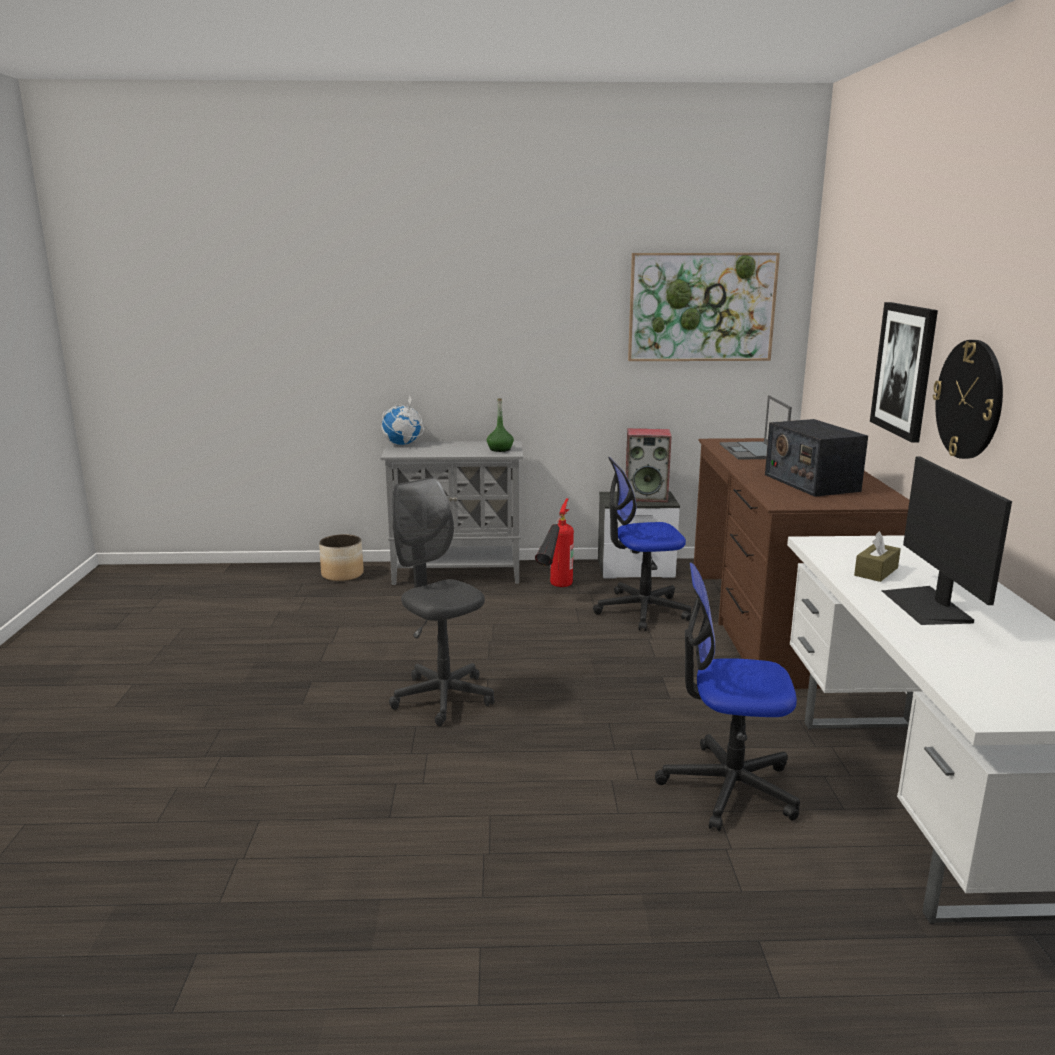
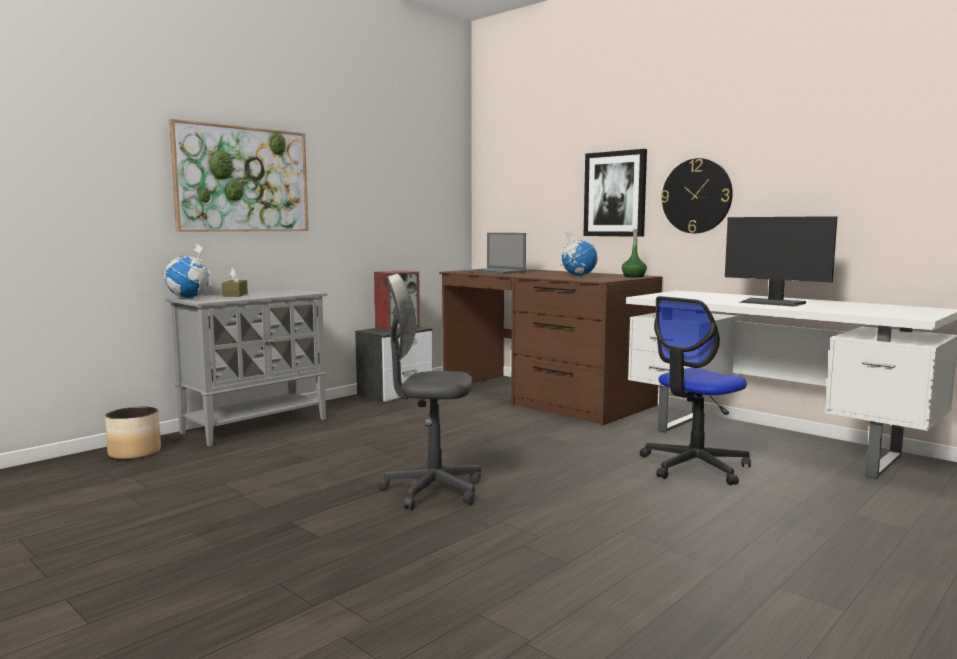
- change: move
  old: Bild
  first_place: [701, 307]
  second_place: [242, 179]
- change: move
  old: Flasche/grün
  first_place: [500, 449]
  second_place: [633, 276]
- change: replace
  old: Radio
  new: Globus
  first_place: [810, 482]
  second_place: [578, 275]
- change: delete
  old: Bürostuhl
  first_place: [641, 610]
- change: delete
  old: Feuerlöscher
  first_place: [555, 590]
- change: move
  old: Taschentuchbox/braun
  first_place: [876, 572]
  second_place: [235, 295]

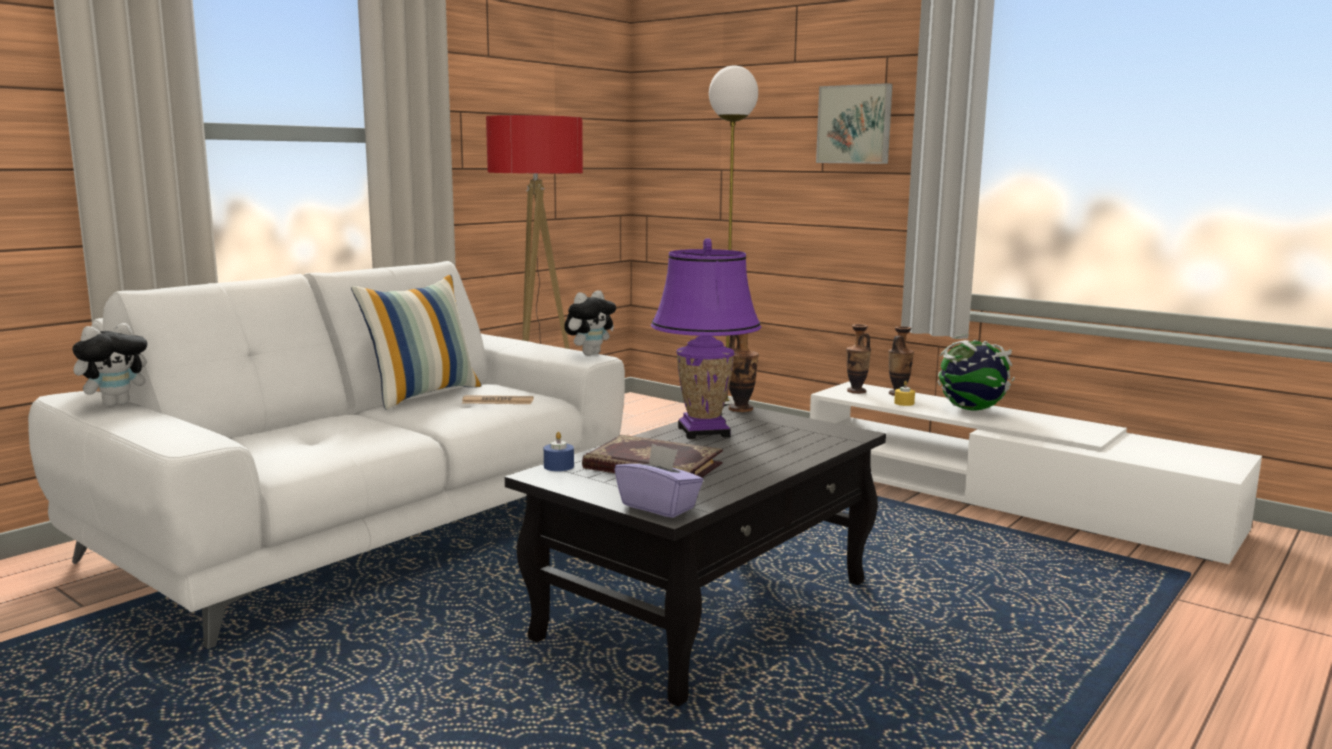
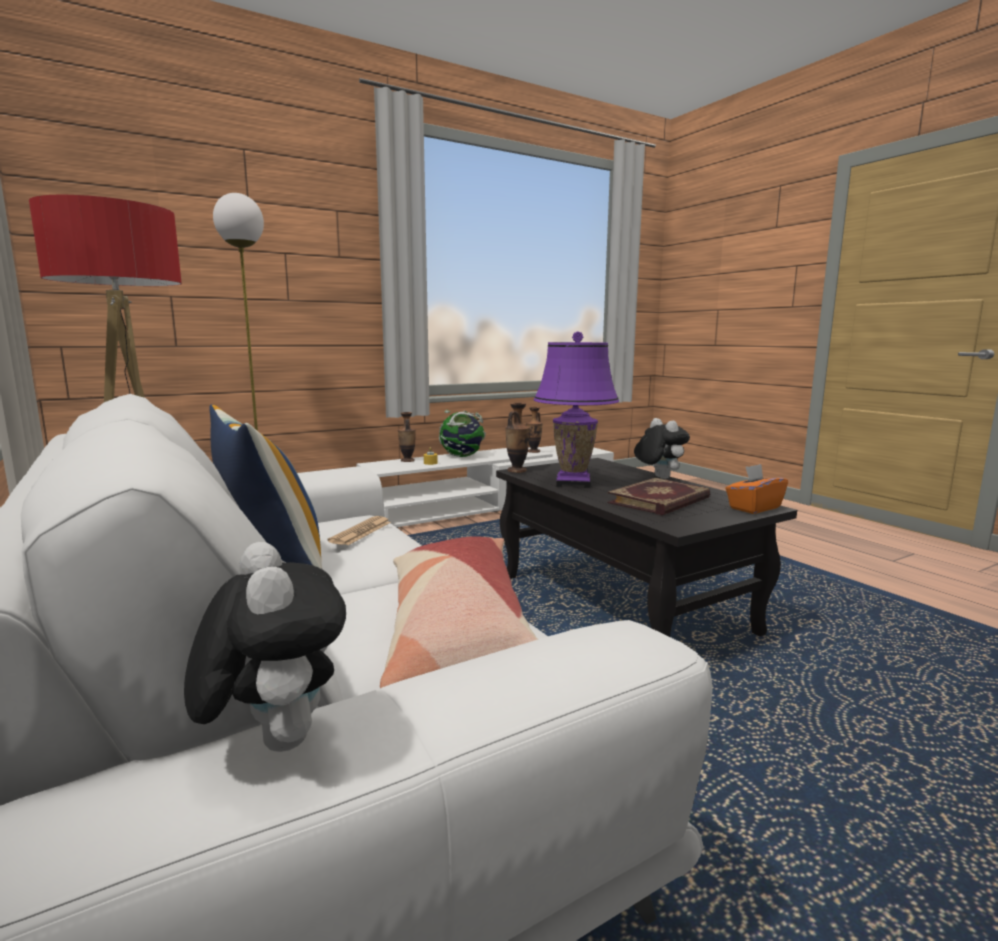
- change: delete
  old: Bild
  first_place: [855, 124]
- change: move
  old: Plüschtier
  first_place: [590, 354]
  second_place: [658, 477]
- change: move
  old: Vase
  first_place: [856, 391]
  second_place: [533, 451]
- change: delete
  old: Kerze/blau
  first_place: [558, 466]
- change: recolor
  old: Taschentuchbox/lila
  new: Taschentuchbox/orange
  first_place: [659, 506]
  second_place: [754, 508]
- change: insert
  new: Kissen
  second_place: [455, 629]

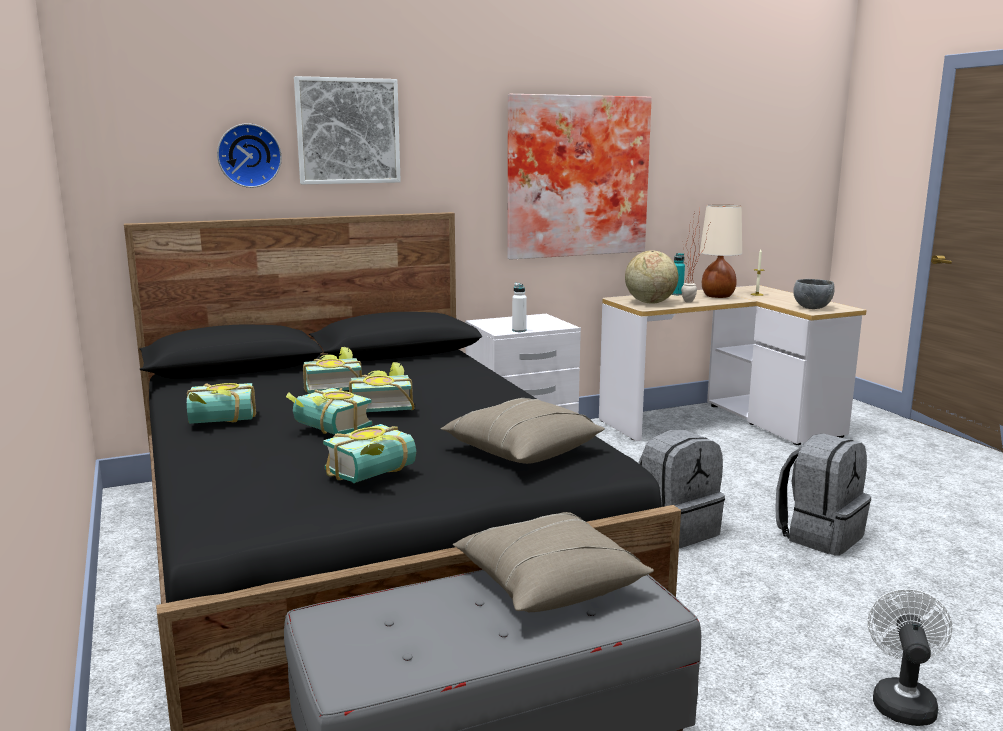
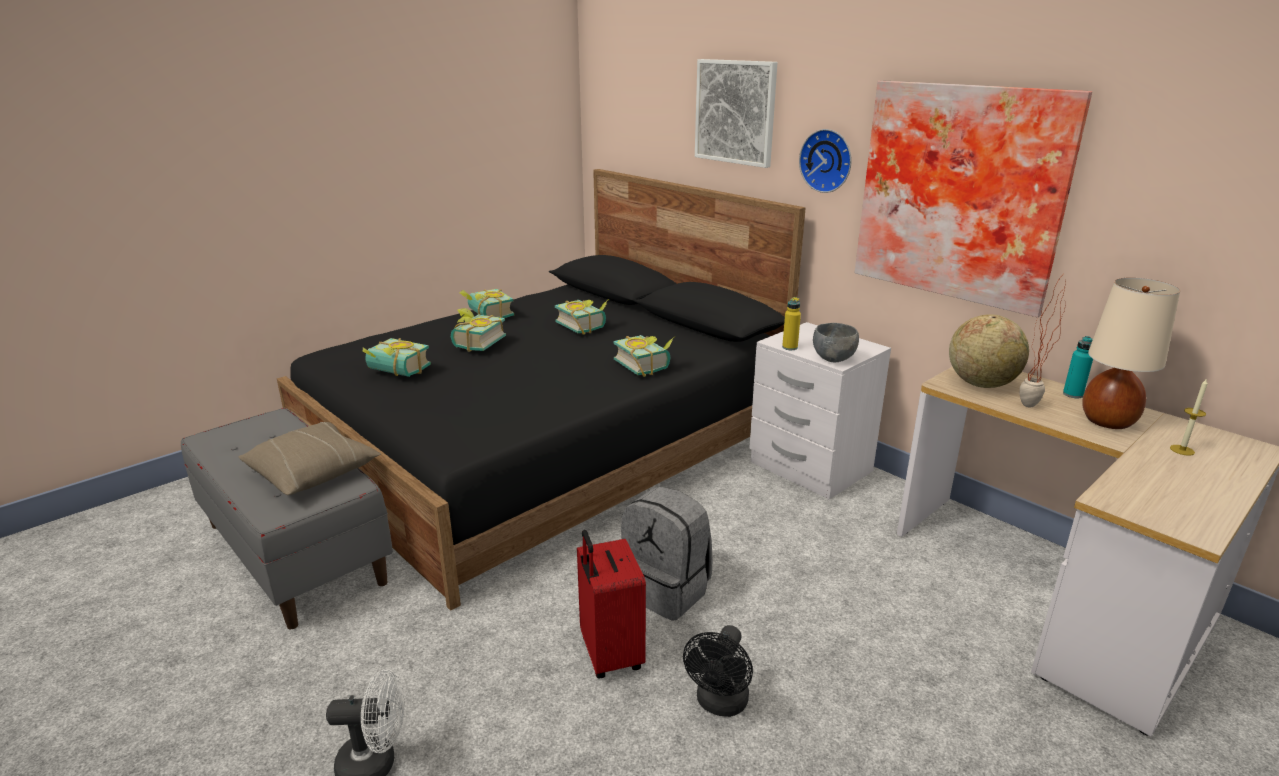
- change: move
  old: Wanduhr
  first_place: [249, 155]
  second_place: [827, 160]
- change: move
  old: Schüssel/grau
  first_place: [811, 307]
  second_place: [833, 359]
- change: recolor
  old: Flasche/weiß
  new: Flasche/gelb
  first_place: [519, 330]
  second_place: [789, 347]
- change: move
  old: Buch
  first_place: [381, 406]
  second_place: [646, 365]
- change: delete
  old: Kissen/beige
  first_place: [522, 450]
- change: replace
  old: Rucksack/grau
  new: Ventilator/schwarz
  first_place: [819, 535]
  second_place: [720, 704]
- change: insert
  new: Koffer/rot
  second_place: [609, 654]

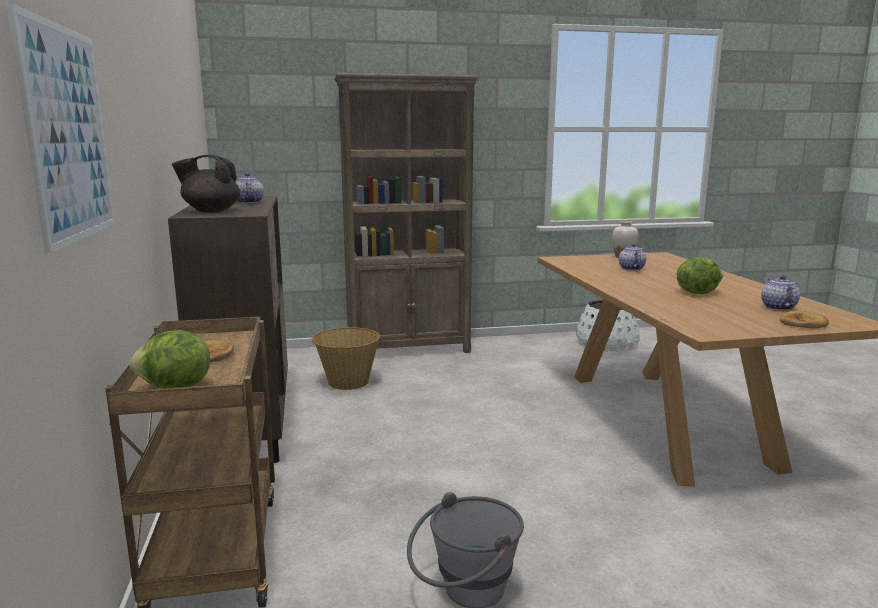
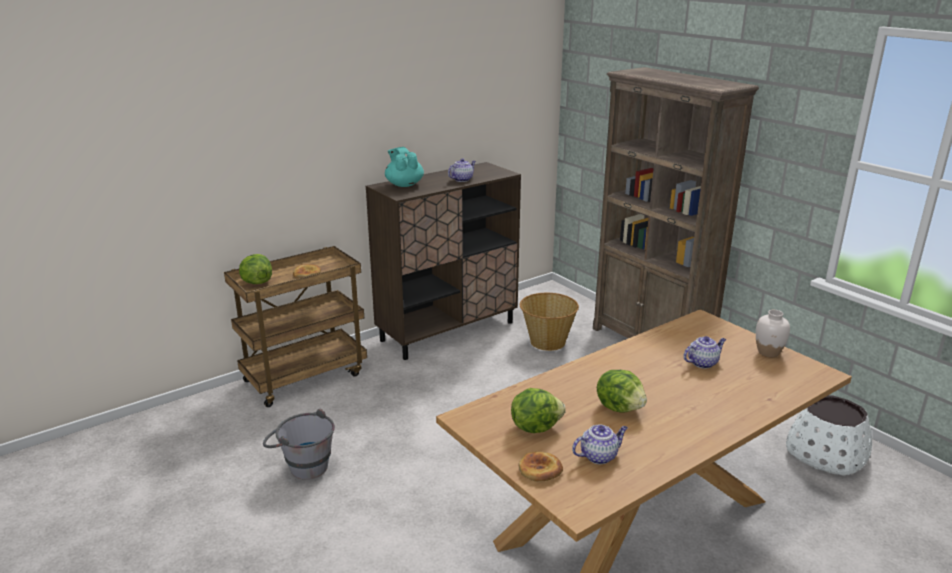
- change: delete
  old: Bild
  first_place: [68, 134]
- change: recolor
  old: Teekanne/schwarz
  new: Teekanne/türkis
  first_place: [211, 211]
  second_place: [404, 184]
- change: insert
  new: Salatkopf
  second_place: [535, 427]

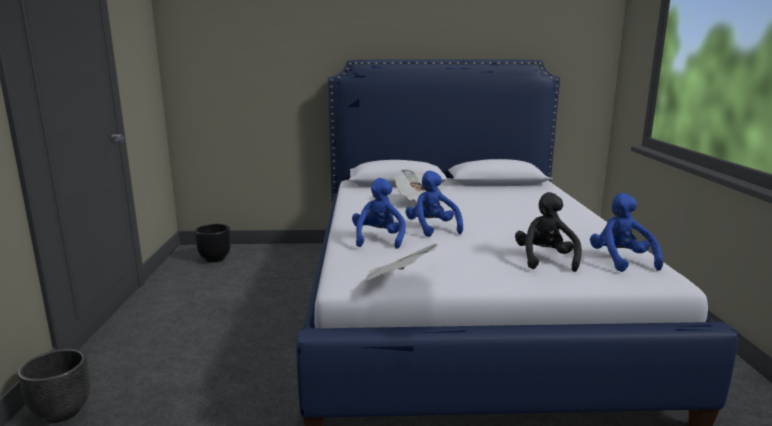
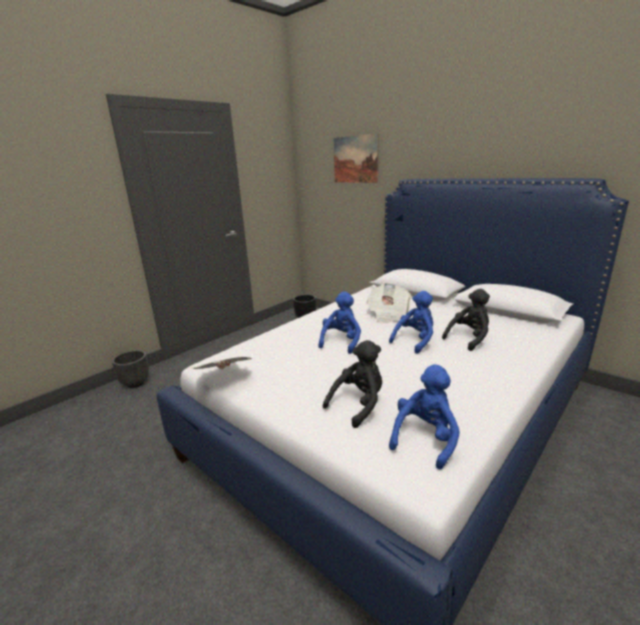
- change: move
  old: Plüschtier/blau
  first_place: [378, 239]
  second_place: [415, 341]
- change: insert
  new: Bild
  second_place: [355, 159]
- change: insert
  new: Plüschtier/schwarz
  second_place: [469, 338]

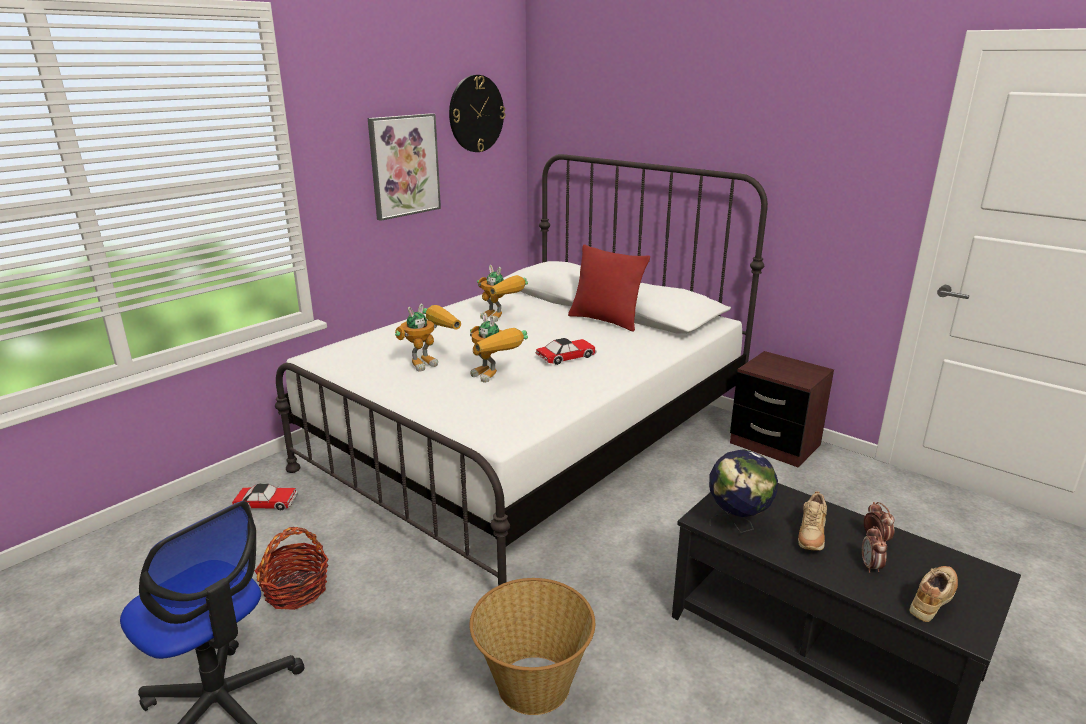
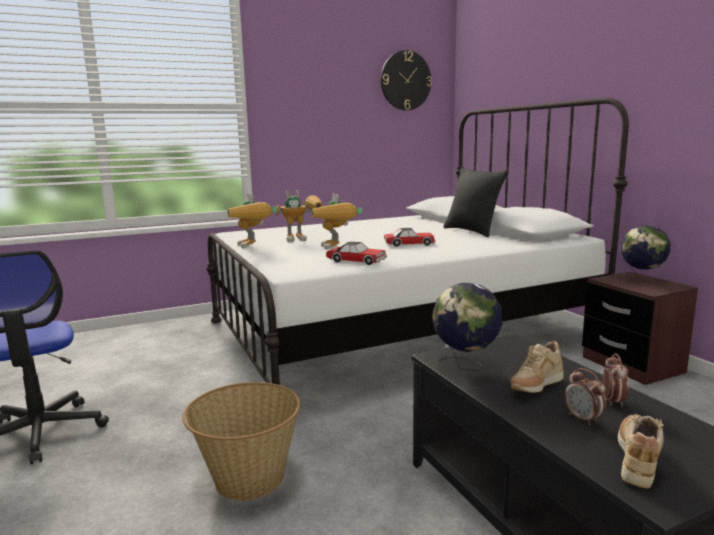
- change: delete
  old: Bild
  first_place: [404, 165]
- change: recolor
  old: Kissen/rot
  new: Kissen/schwarz
  first_place: [605, 320]
  second_place: [472, 231]
- change: move
  old: Spielzeugroboter
  first_place: [501, 319]
  second_place: [253, 247]
- change: move
  old: Spielzeugauto
  first_place: [266, 503]
  second_place: [357, 261]
- change: rotate
  old: Wecker
  first_place: [870, 566]
  second_place: [583, 419]
  degrees: -60
- change: delete
  old: Korb
  first_place: [296, 590]
- change: rotate
  old: Schuh/beige
  first_place: [933, 601]
  second_place: [637, 460]
  degrees: -45
- change: insert
  new: Globus
  second_place: [641, 280]

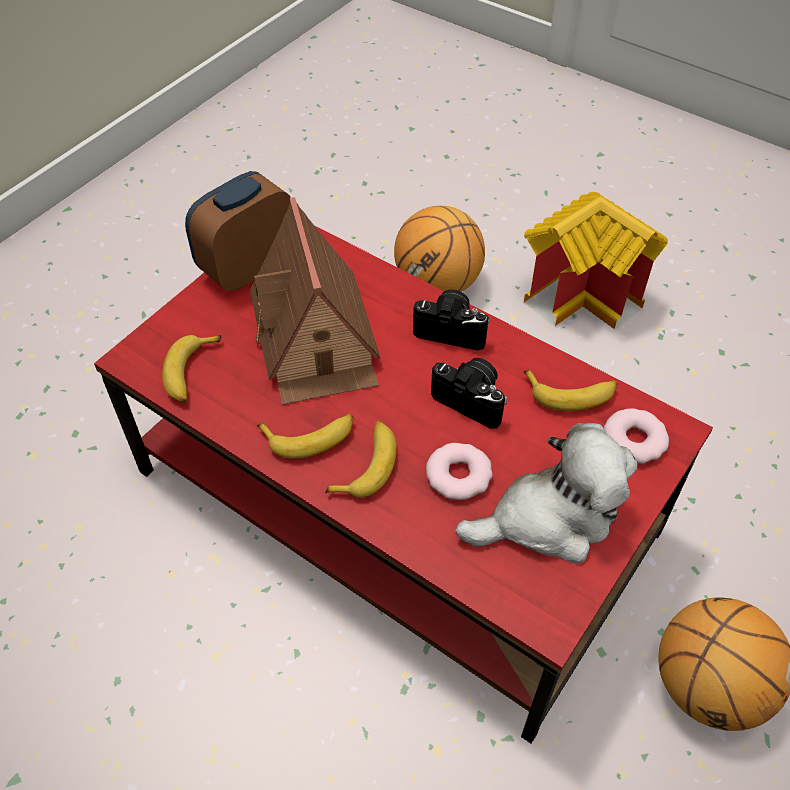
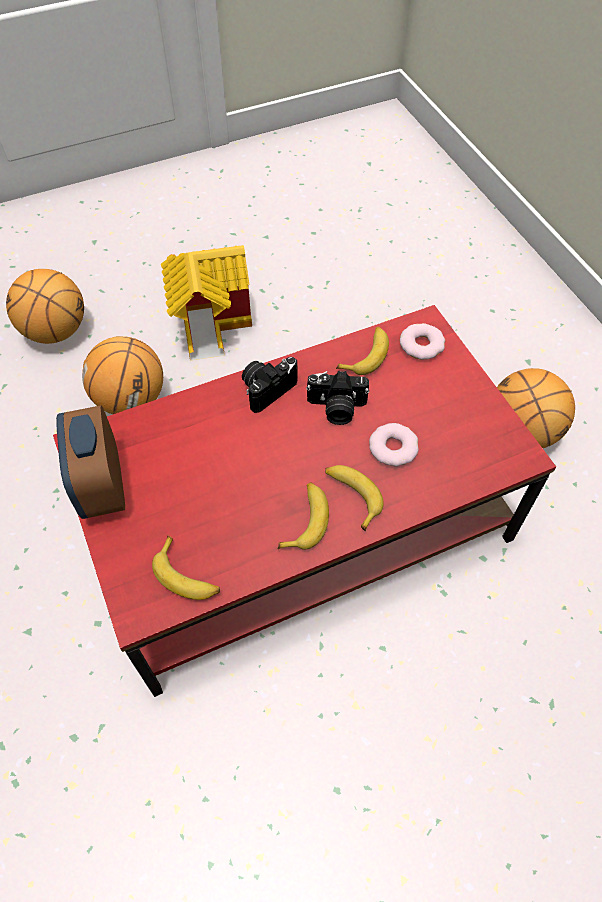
- change: delete
  old: Spielzeughaus
  first_place: [316, 339]
- change: rotate
  old: Kamera
  first_place: [472, 399]
  second_place: [336, 408]
  degrees: -150
- change: delete
  old: Plüschtier
  first_place: [549, 518]
- change: insert
  new: Basketball
  second_place: [56, 331]

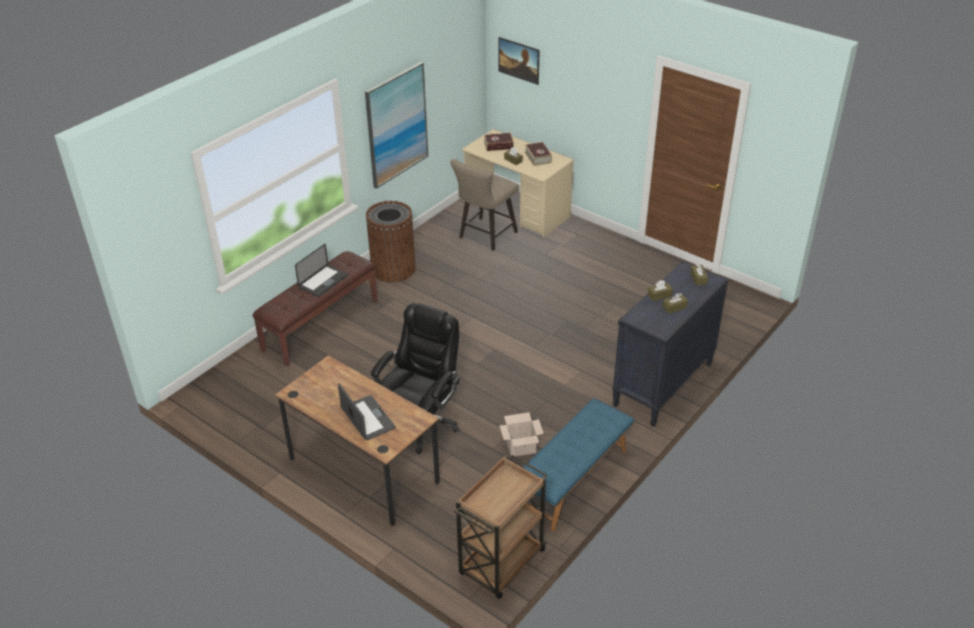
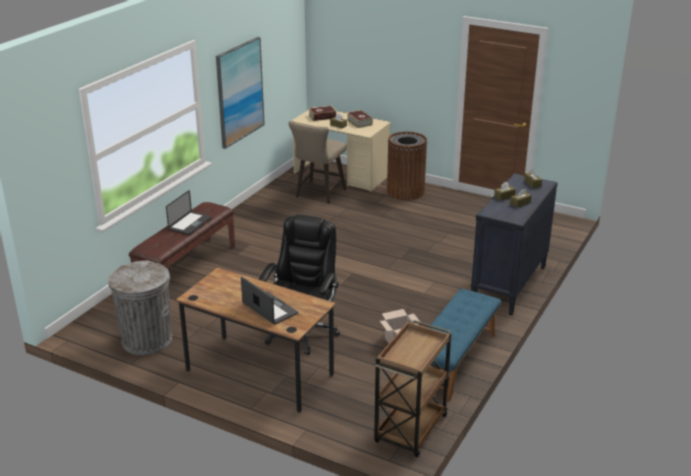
- change: delete
  old: Bild
  first_place: [518, 69]
- change: move
  old: Mülleimer/braun
  first_place: [393, 269]
  second_place: [405, 191]
- change: insert
  new: Mülleimer/grau
  second_place: [147, 340]

